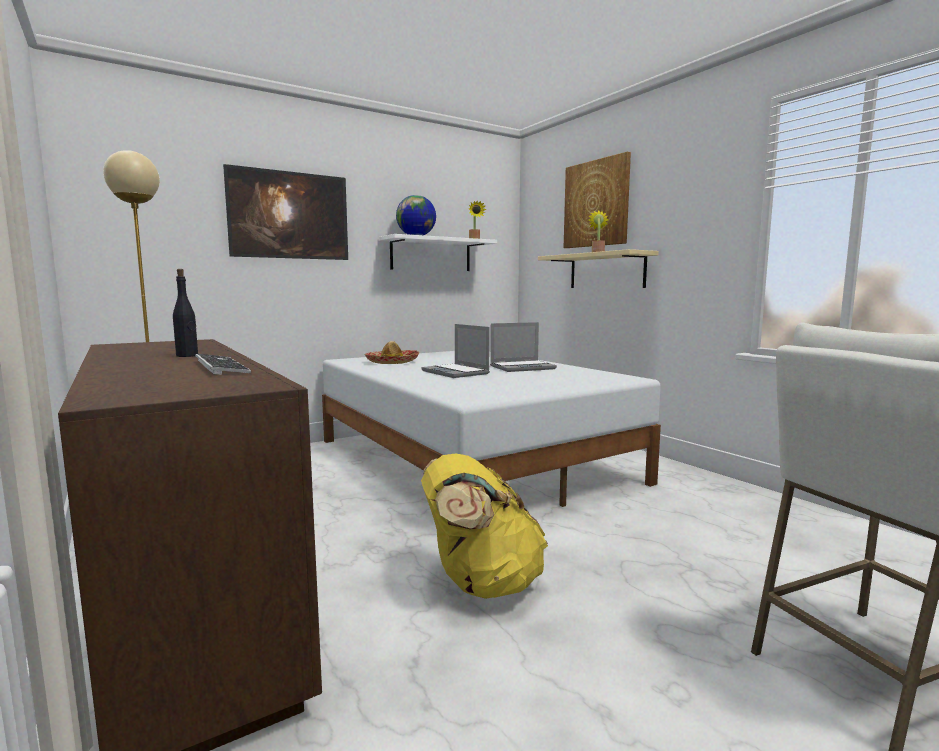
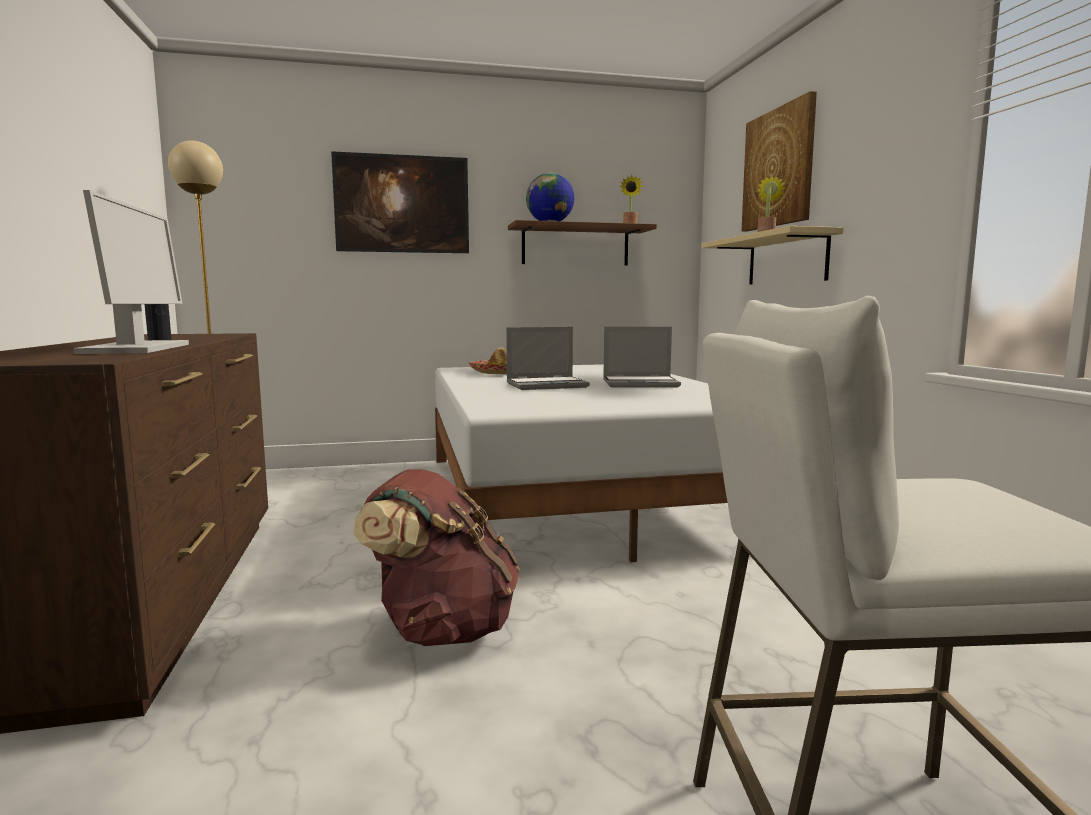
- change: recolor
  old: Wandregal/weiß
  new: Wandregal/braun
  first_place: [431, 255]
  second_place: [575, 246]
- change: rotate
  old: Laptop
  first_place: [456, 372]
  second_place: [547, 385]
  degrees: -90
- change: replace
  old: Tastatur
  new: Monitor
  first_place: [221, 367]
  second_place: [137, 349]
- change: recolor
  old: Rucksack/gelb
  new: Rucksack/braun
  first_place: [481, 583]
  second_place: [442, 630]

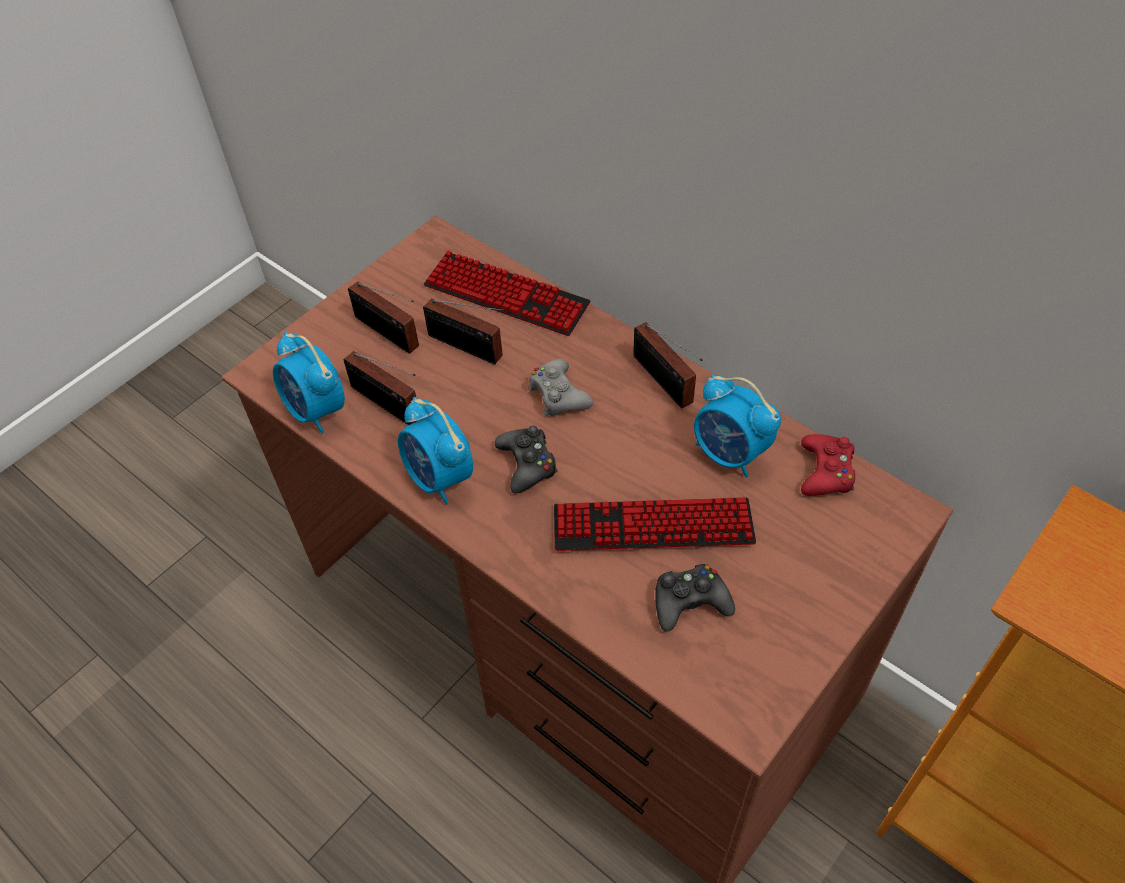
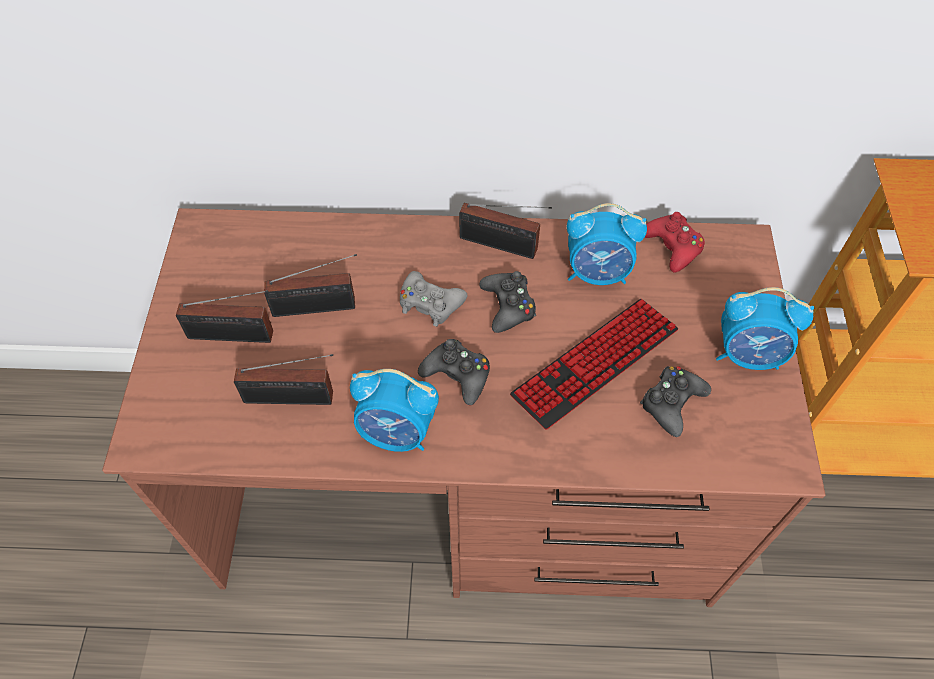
- change: delete
  old: Tastatur
  first_place: [506, 296]
- change: move
  old: Wecker
  first_place: [316, 411]
  second_place: [748, 354]
- change: insert
  new: Gamepad/schwarz
  second_place: [508, 306]

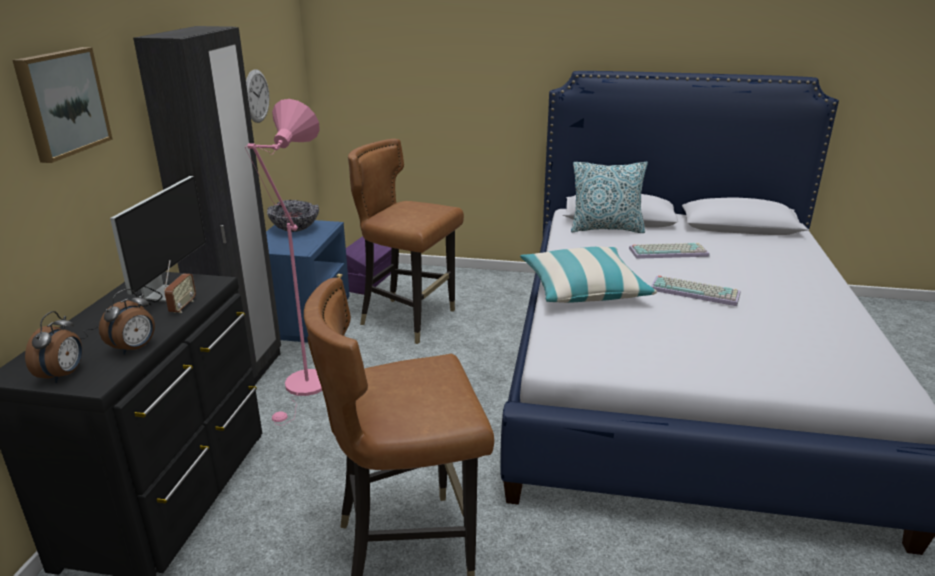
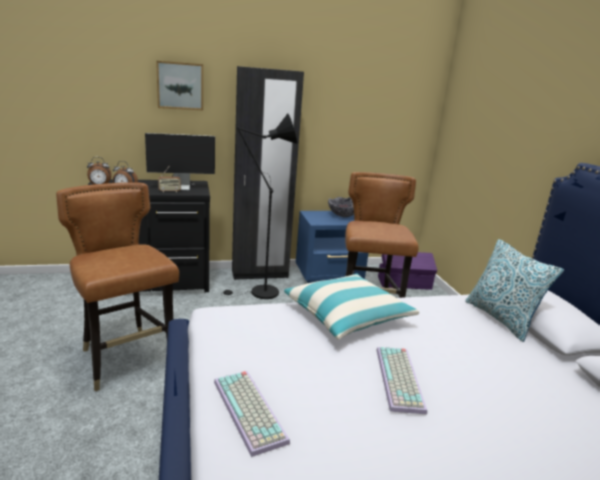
- change: delete
  old: Wanduhr
  first_place: [256, 96]
- change: recolor
  old: Stehlampe/rosa
  new: Stehlampe/schwarz
  first_place: [305, 388]
  second_place: [259, 293]
- change: move
  old: Tastatur
  first_place: [669, 251]
  second_place: [251, 411]

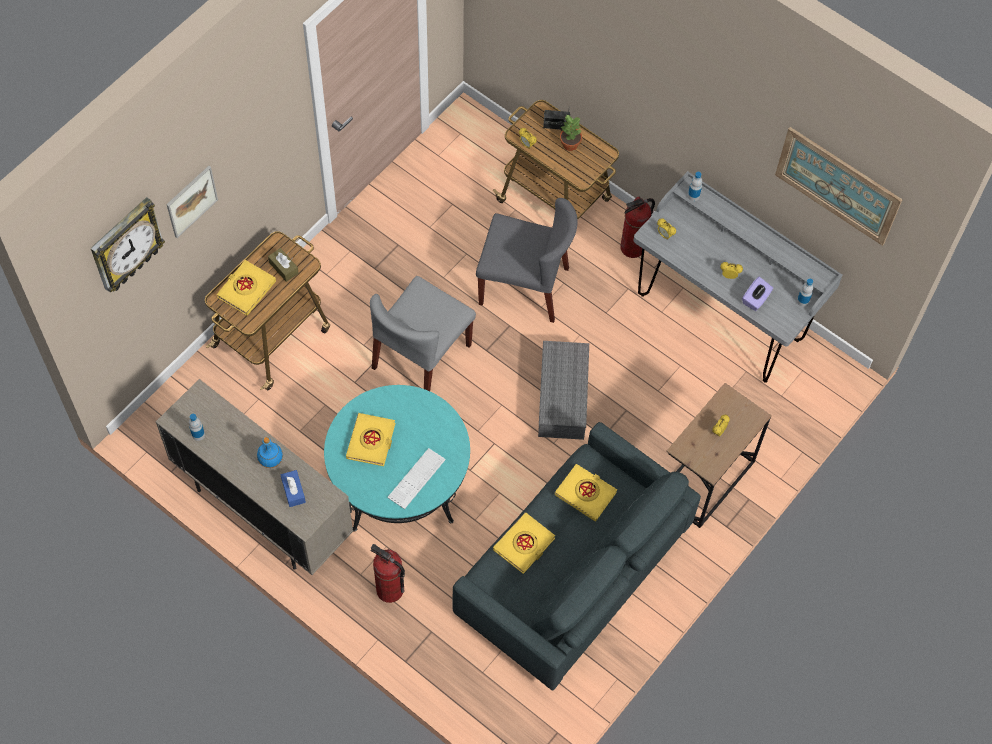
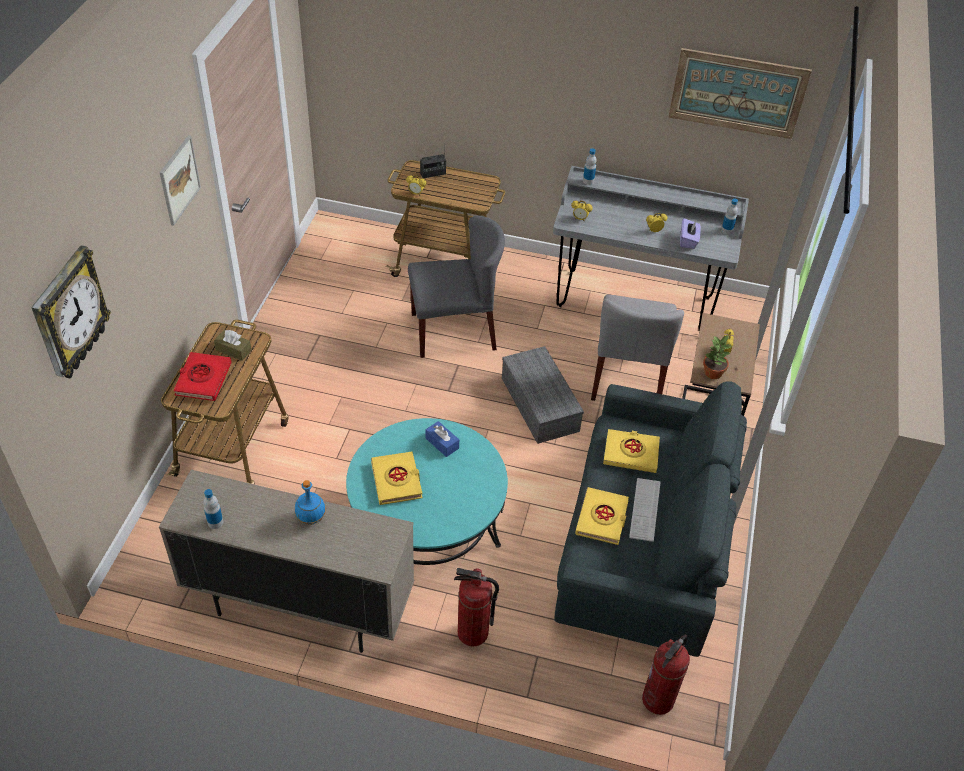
- change: move
  old: Topfpflanze
  first_place: [569, 144]
  second_place: [712, 372]
- change: move
  old: Bild
  first_place: [191, 201]
  second_place: [179, 180]
- change: move
  old: Feuerlöscher
  first_place: [632, 247]
  second_place: [658, 700]
- change: recolor
  old: Buch/gelb
  new: Buch/rot
  first_place: [246, 289]
  second_place: [203, 379]
- change: move
  old: Stuhl/grau
  first_place: [421, 357]
  second_place: [627, 377]
- change: move
  old: Tastatur
  first_place: [416, 478]
  second_place: [645, 509]
- change: move
  old: Taschentuchbox/blau
  first_place: [293, 491]
  second_place: [442, 443]

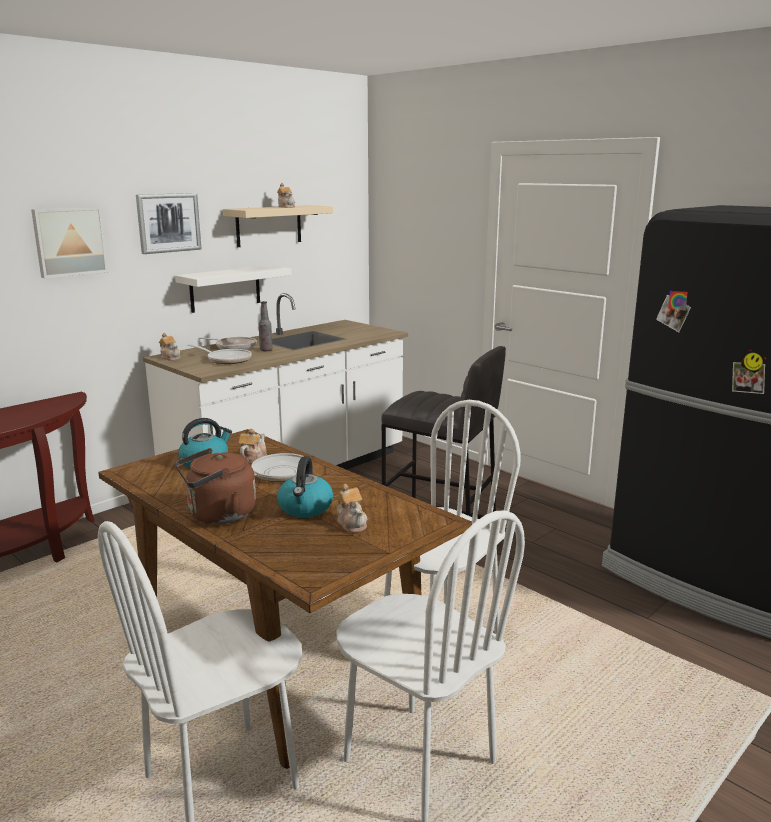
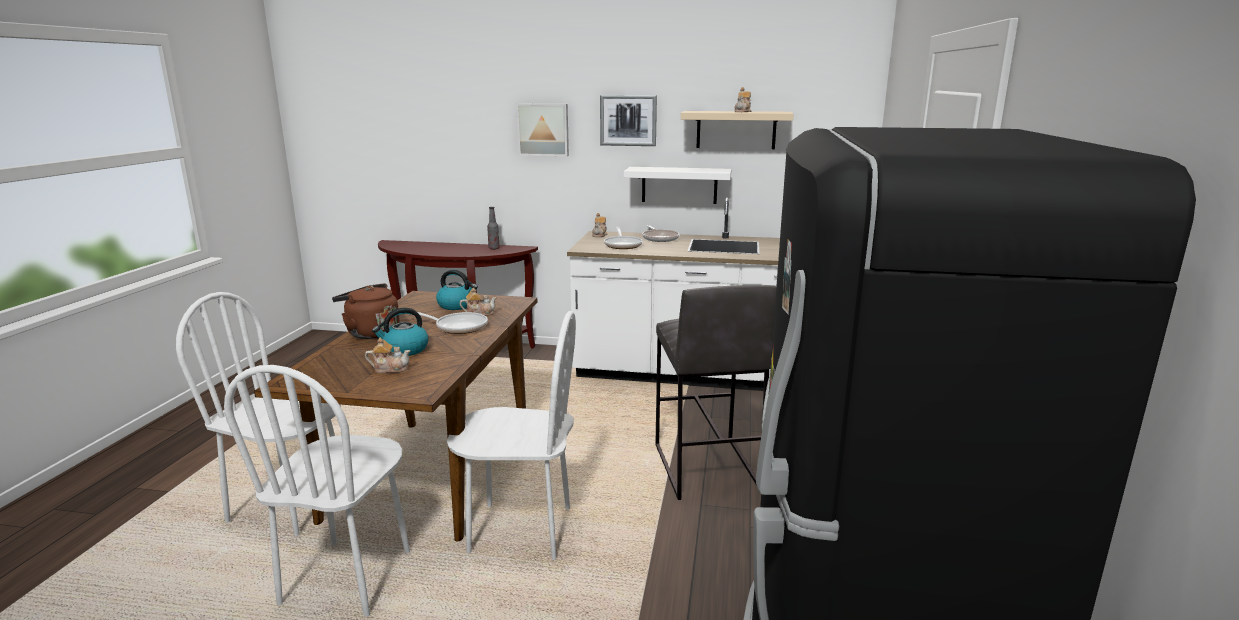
- change: move
  old: Flasche
  first_place: [266, 350]
  second_place: [494, 248]
- change: rotate
  old: Teekanne
  first_place: [352, 523]
  second_place: [390, 369]
  degrees: -120

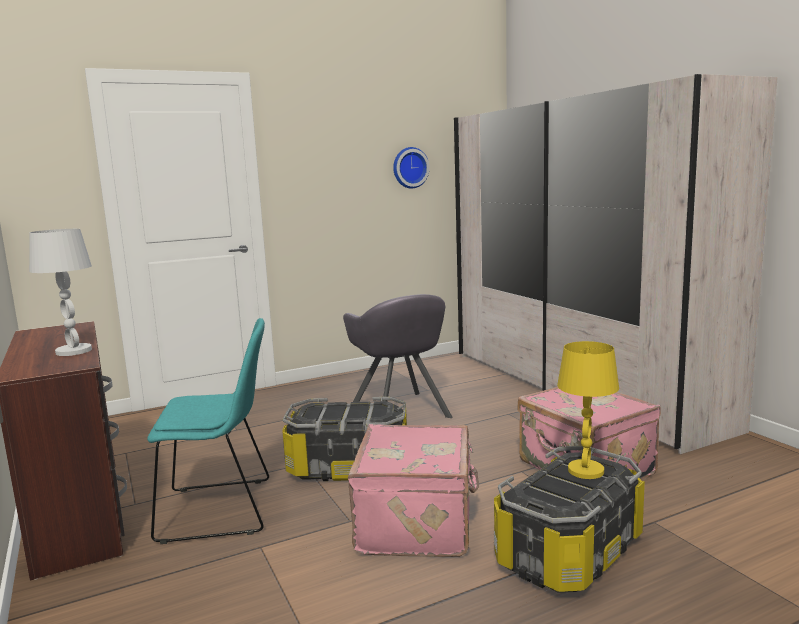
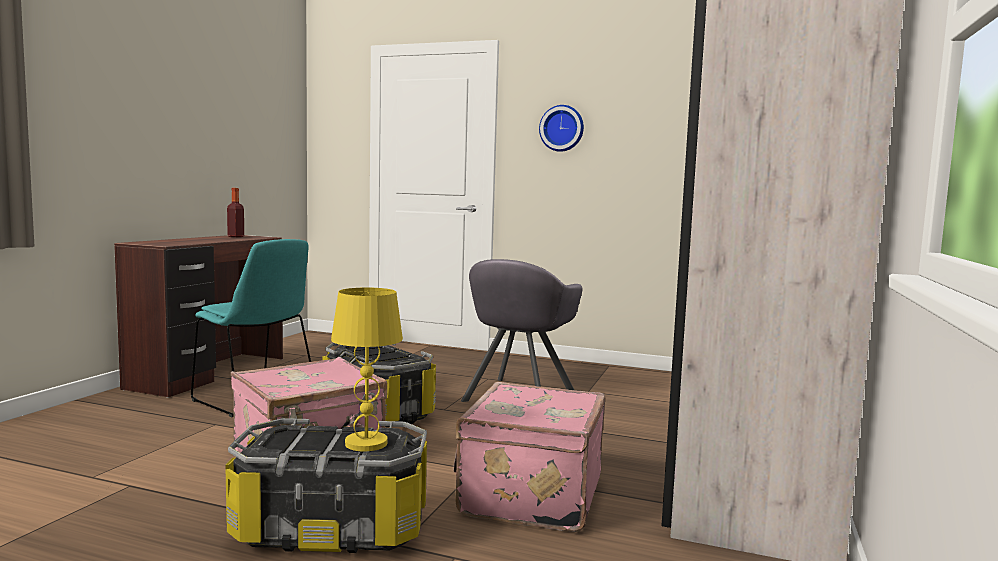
- change: move
  old: Wanduhr
  first_place: [409, 168]
  second_place: [562, 128]
- change: delete
  old: Tischlampe/weiß
  first_place: [73, 351]
- change: insert
  new: Flasche
  second_place: [236, 236]

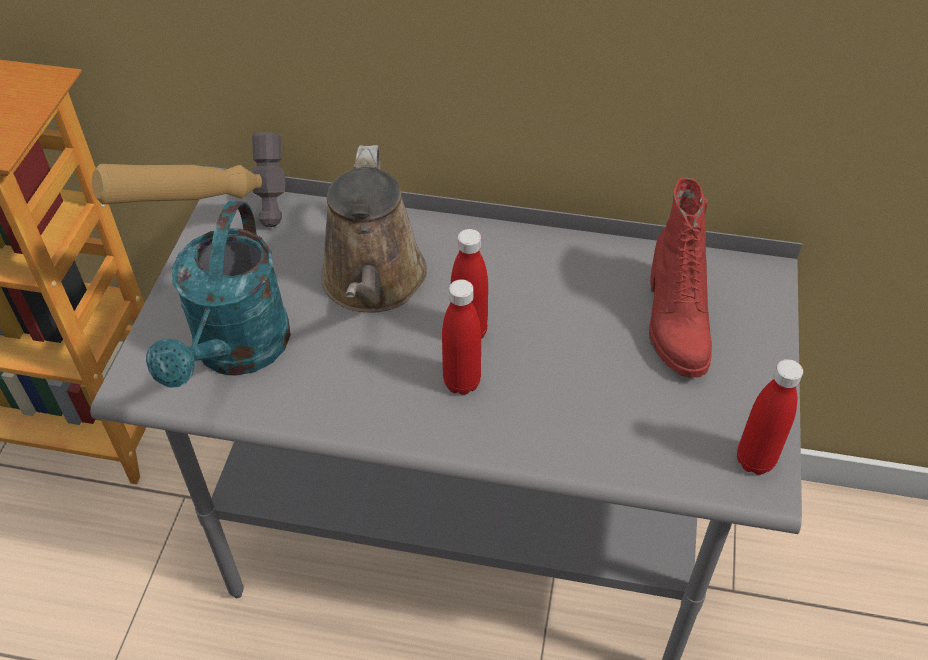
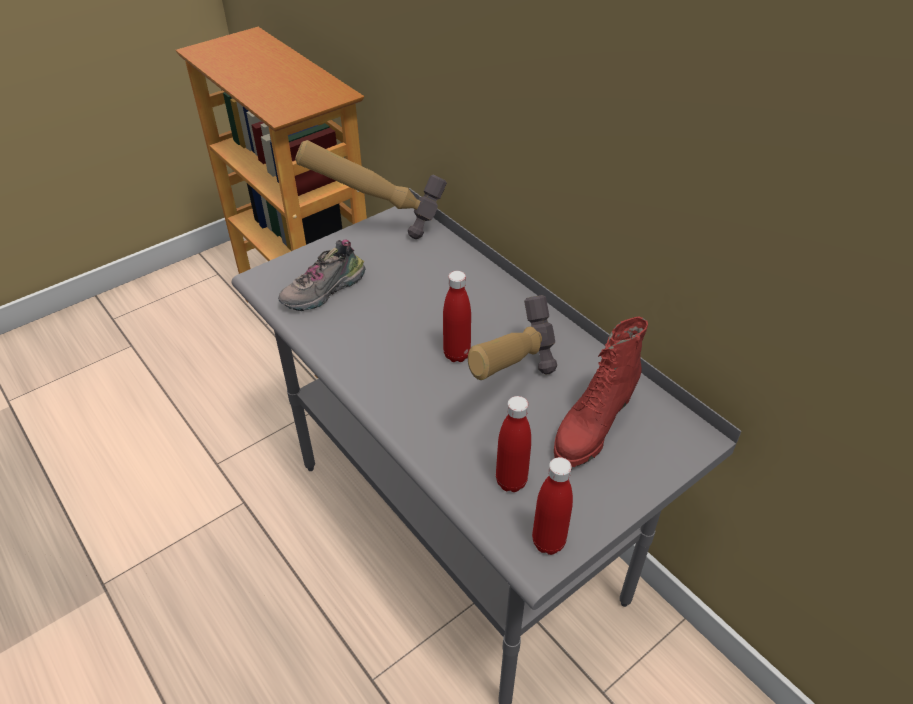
- change: delete
  old: Gießkanne/braun
  first_place: [373, 283]
- change: replace
  old: Gießkanne/türkis
  new: Schuh
  first_place: [236, 353]
  second_place: [324, 291]
- change: move
  old: Flasche/rot
  first_place: [462, 382]
  second_place: [511, 481]
- change: insert
  new: Hammer
  second_place: [507, 392]

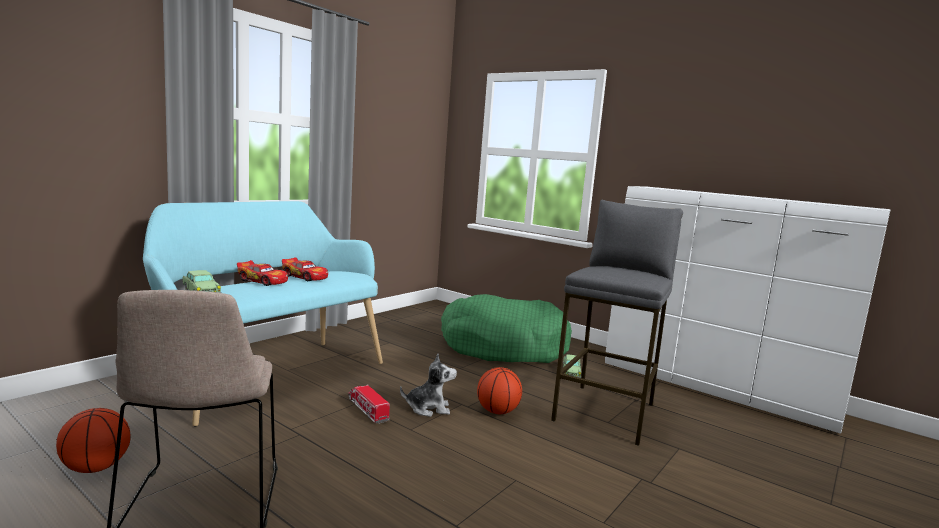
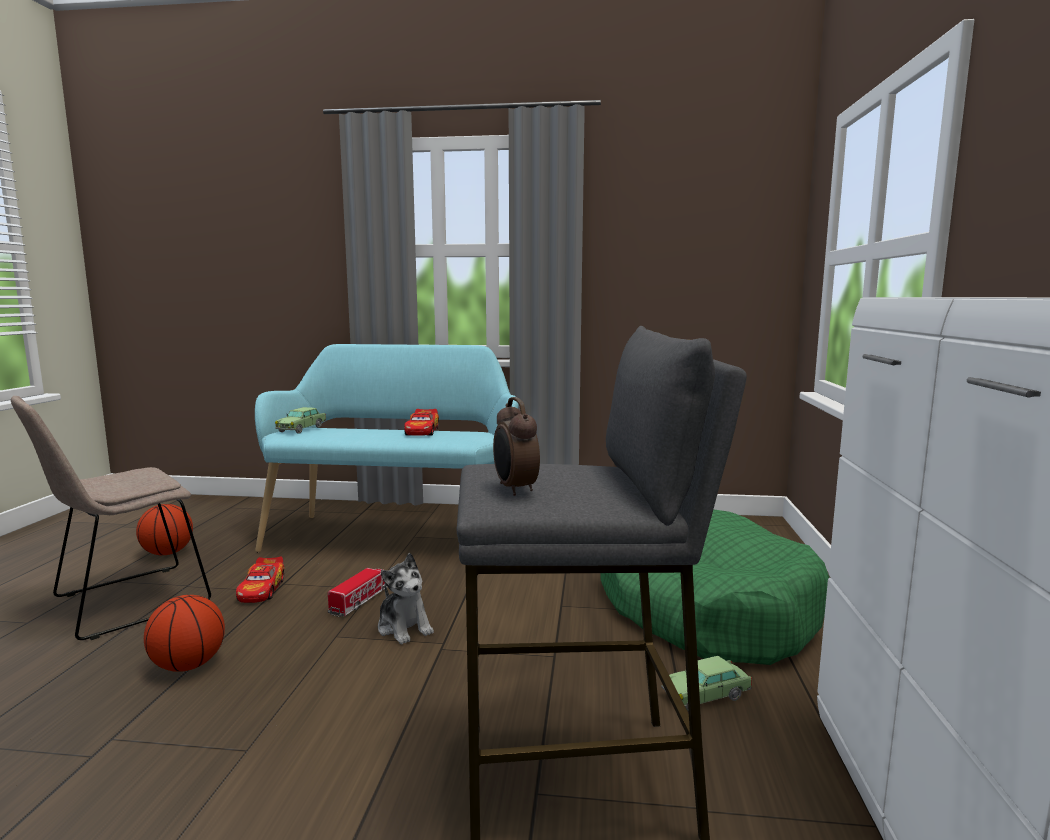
- change: move
  old: Spielzeugauto
  first_place: [263, 281]
  second_place: [262, 589]
- change: move
  old: Basketball
  first_place: [497, 412]
  second_place: [188, 666]
- change: insert
  new: Wecker
  second_place: [514, 489]

